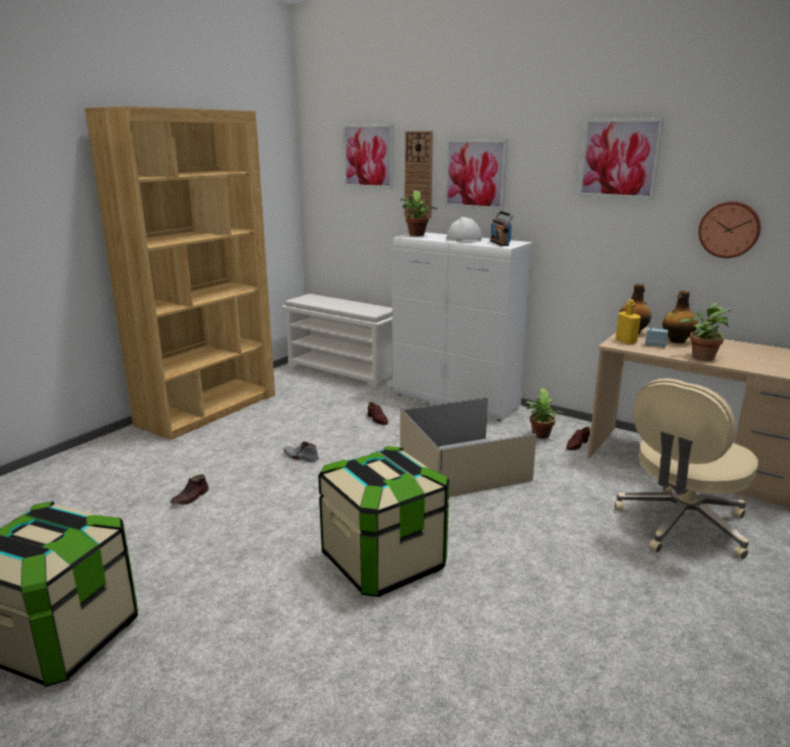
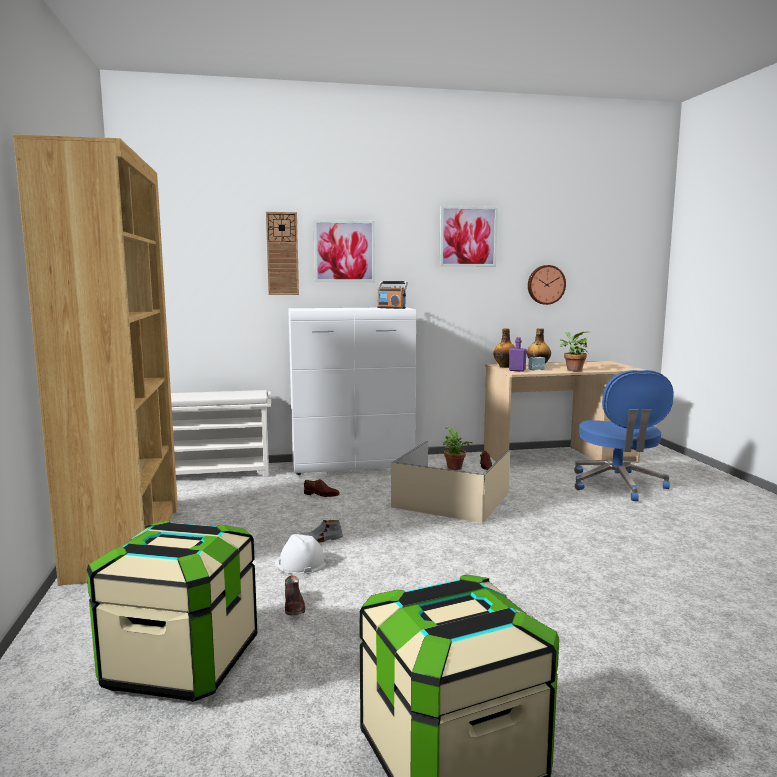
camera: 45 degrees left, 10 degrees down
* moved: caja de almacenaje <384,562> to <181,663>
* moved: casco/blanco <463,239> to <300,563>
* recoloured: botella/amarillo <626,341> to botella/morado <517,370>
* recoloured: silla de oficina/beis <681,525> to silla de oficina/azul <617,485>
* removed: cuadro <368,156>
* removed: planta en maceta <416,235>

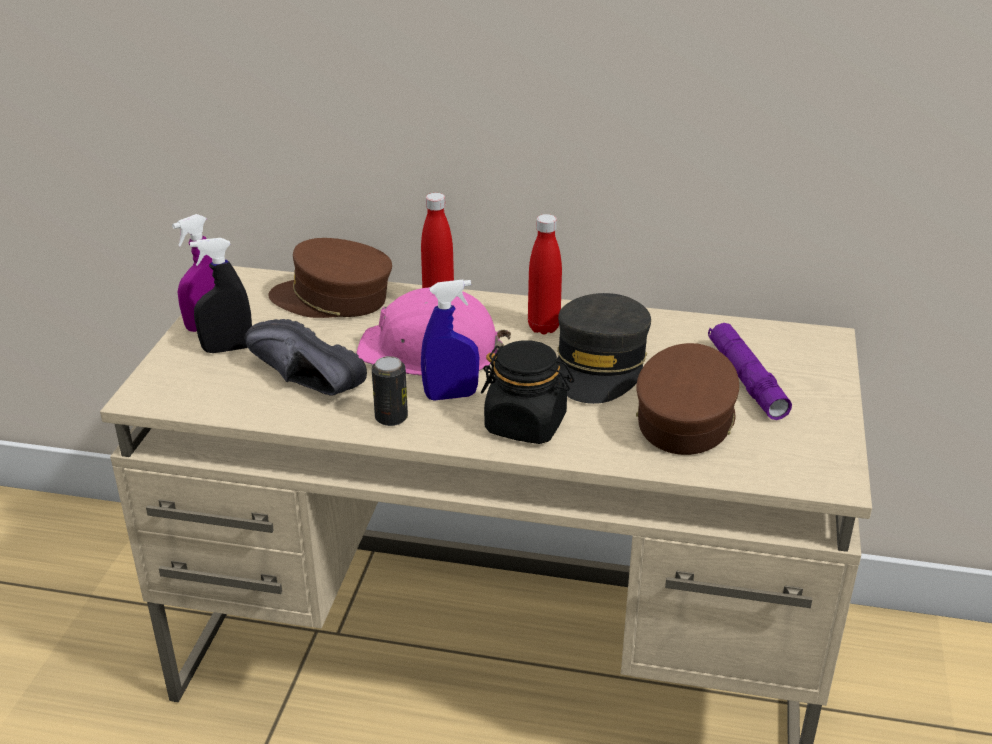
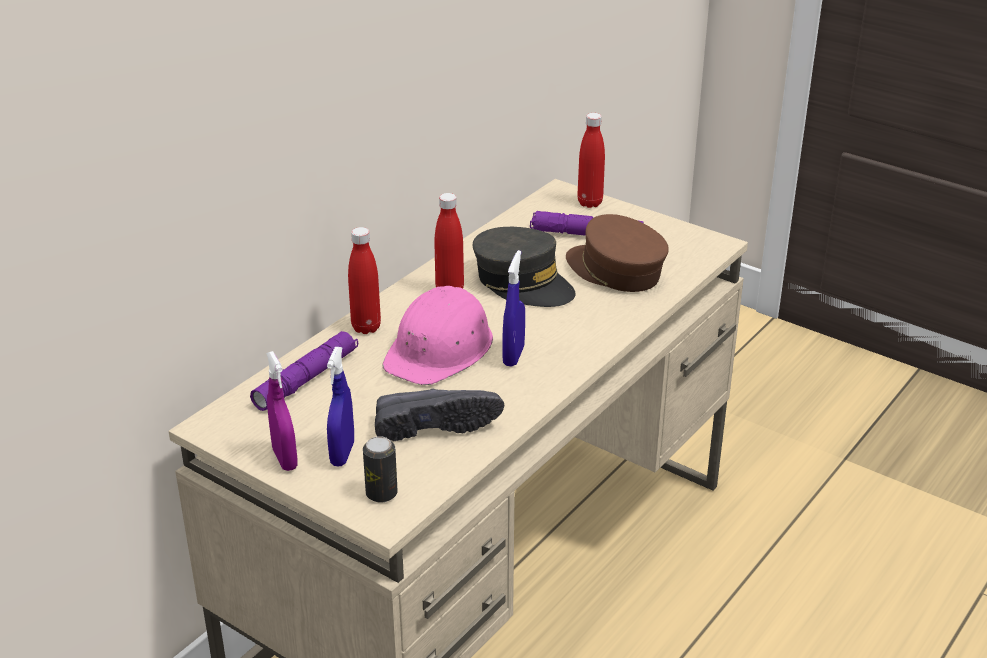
camera: 65 degrees left, 0 degrees up
* replaced: gorra/marrón <333,299> to linterna/morado <306,379>
* recoloured: pulverizador/negro <227,349> to pulverizador/azul <342,454>
* moved: lata <391,418> to <381,493>
* turned: zapato/negro <300,382> = <435,424> 150 degrees counterclockwise
* added: botella/rojo <590,203>
* removed: tarro/negro <526,424>

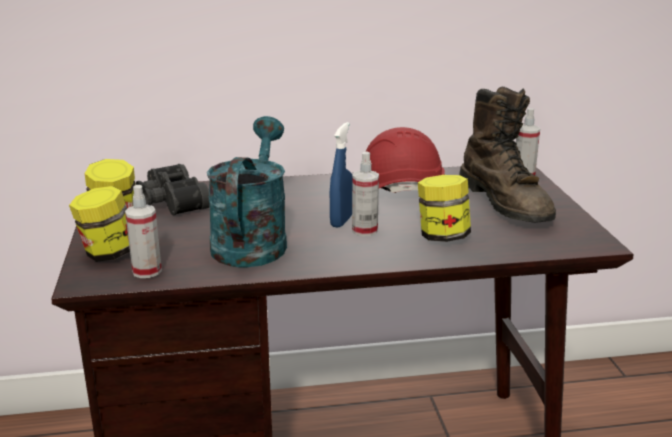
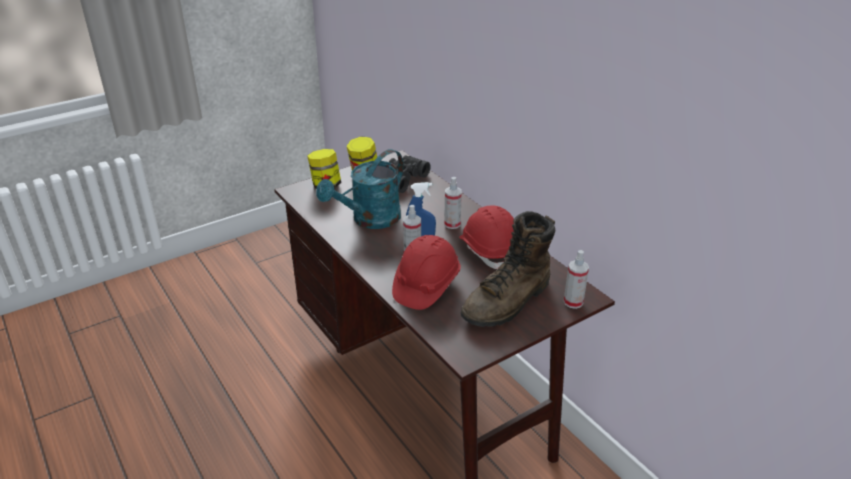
camera: 65 degrees right, 10 degrees up
* turned: regadera/turquesa <252,241> = <370,220> 150 degrees clockwise
* replaced: tarro <442,236> to casco/rojo <426,285>
* moved: pulverizador <147,271> to <452,224>

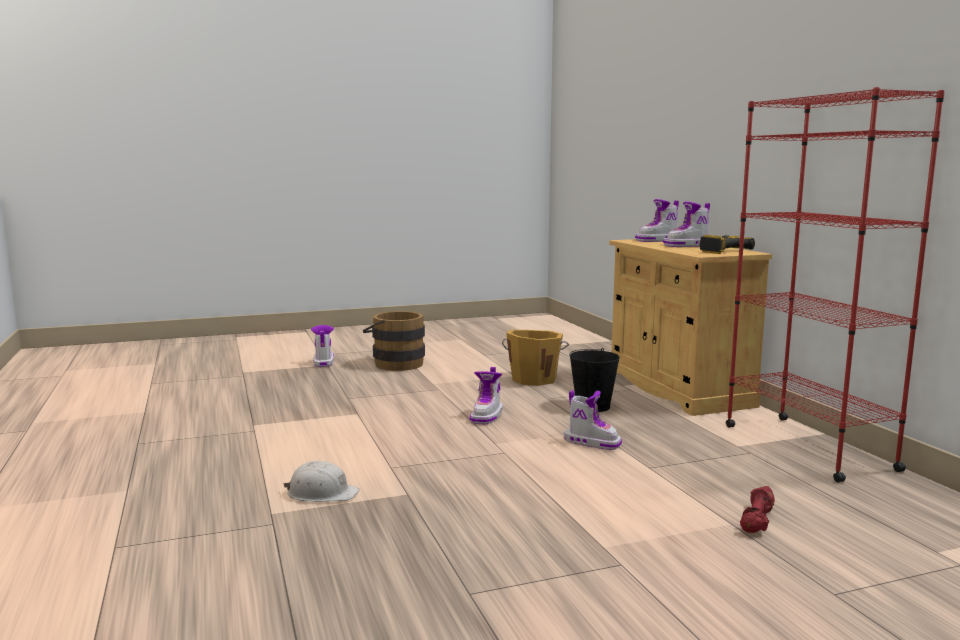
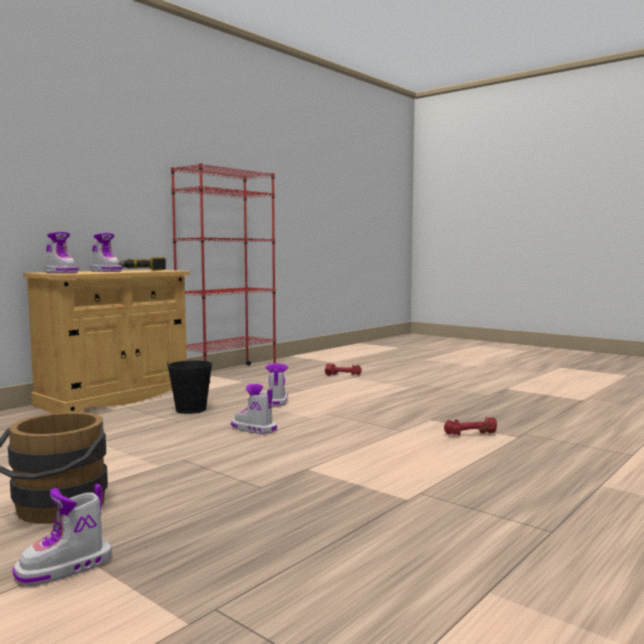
camera: 120 degrees left, 5 degrees down
* turned: bota <487,416> = <253,429> 135 degrees counterclockwise
* replaced: casco/blanco <322,493> to mancuerna/rojo <470,435>
* removed: cubo/naranja <534,379>

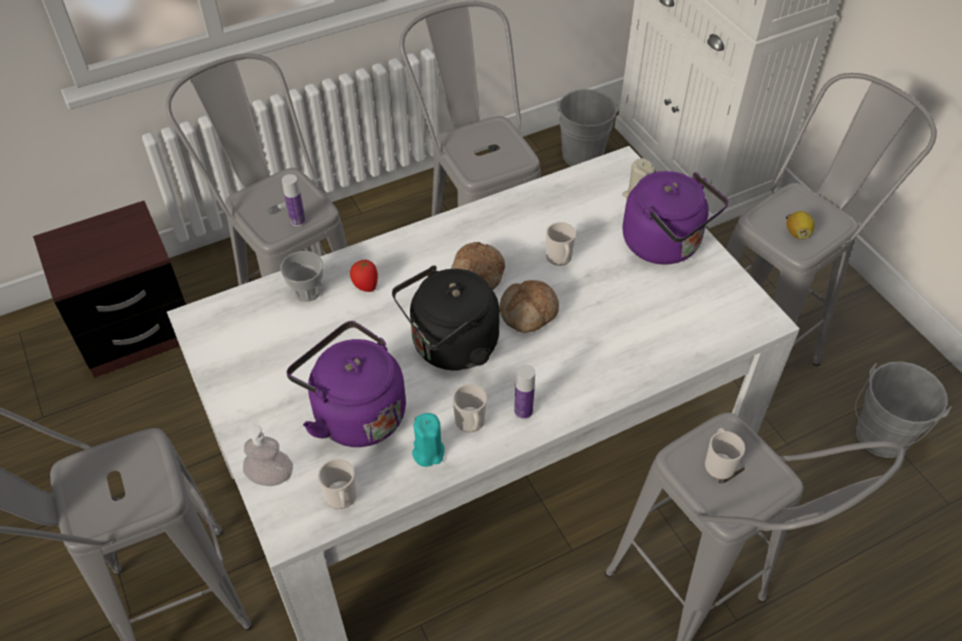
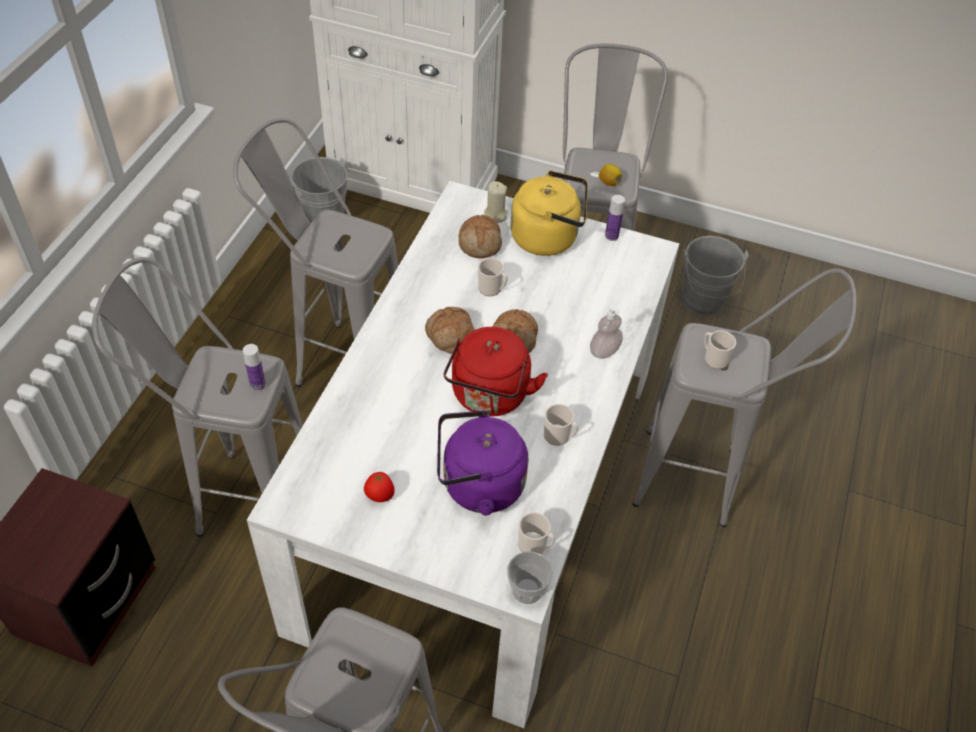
camera: 45 degrees left, 0 degrees up
* moved: tomate <365,286> to <379,497>
* recoloured: hervidor/negro <450,347> to hervidor/rojo <489,397>
* added: pan <480,243>
* moved: taza <307,291> to <527,590>
* recoloured: hervidor/morado <665,245> to hervidor/amarillo <548,237>
* moved: dispensador de jabón <271,476> to <604,351>
* moved: botella <523,411> to <611,236>
* removed: vela/turquesa <428,452>

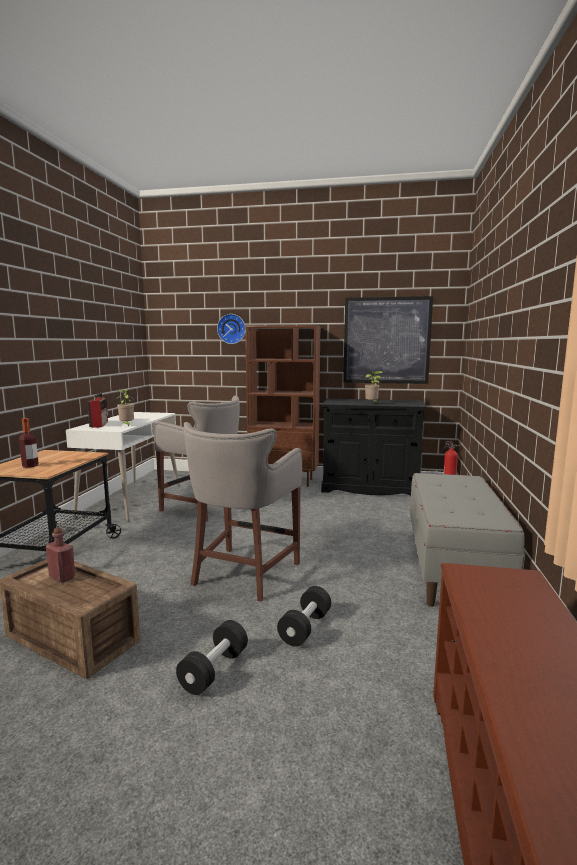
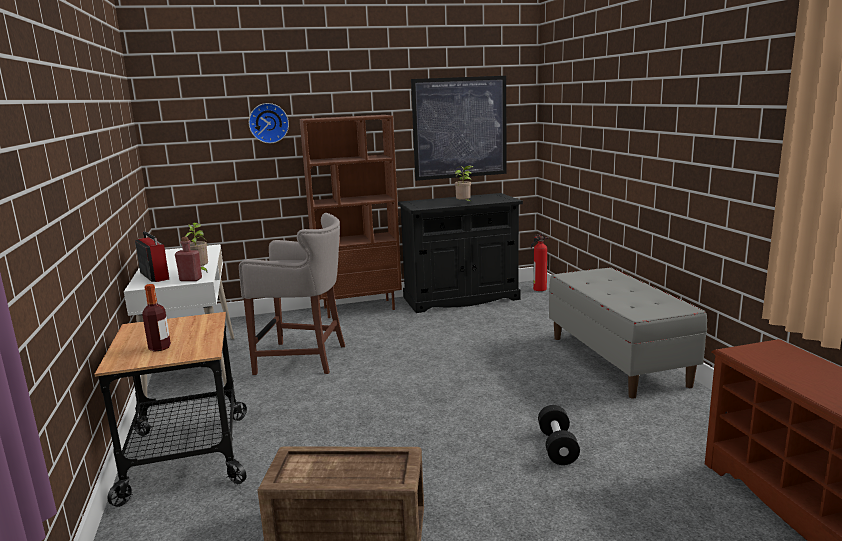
camera: 25 degrees left, 5 degrees up
* moved: botella/rojo <62,577> to <190,279>
* removed: mancuerna/negro <214,670>
* removed: taburete/gris <243,574>

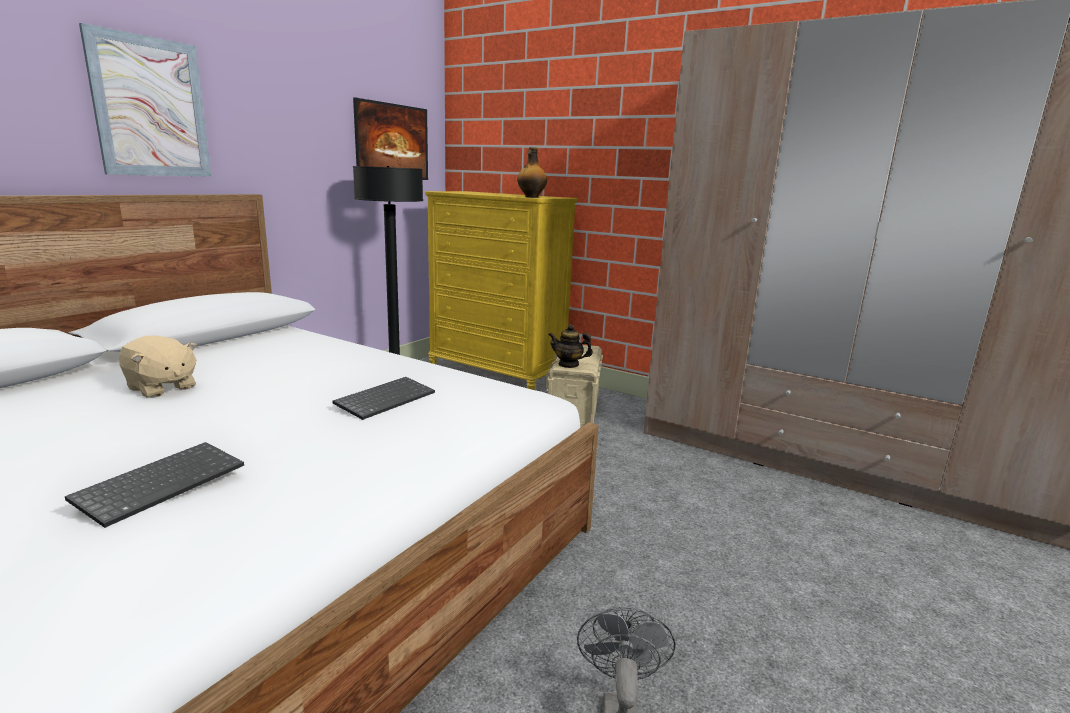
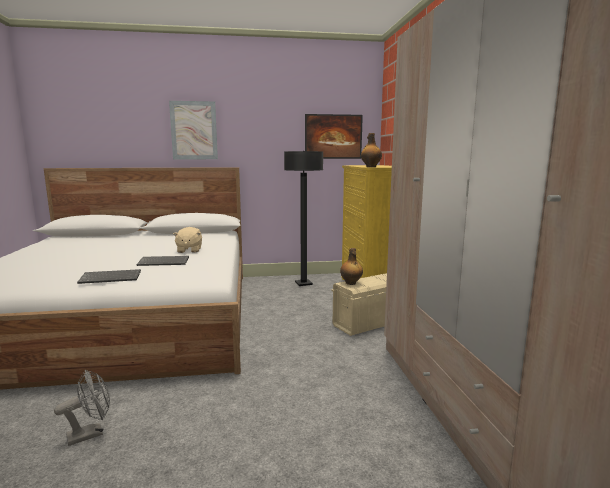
camera: 50 degrees right, 5 degrees down
* moved: teclado <162,483> to <111,278>
* moved: peluche/beis <161,388> to <189,250>
* replaced: tetera <568,364> to botella <351,283>

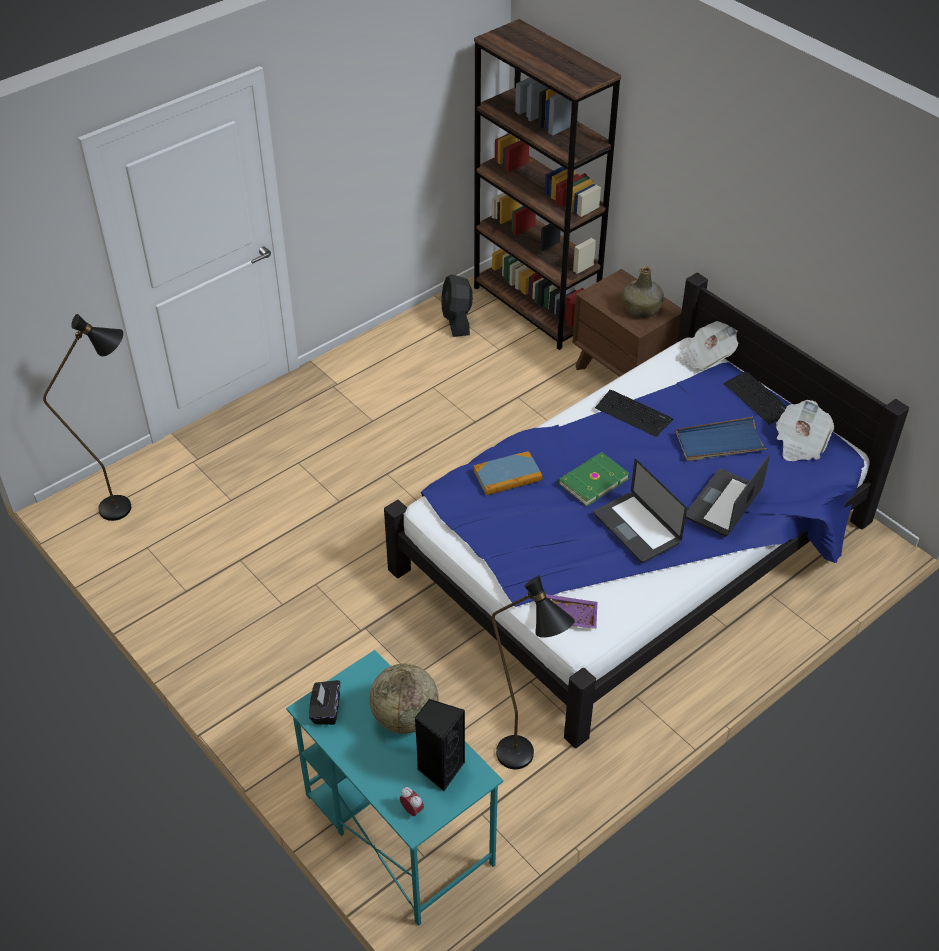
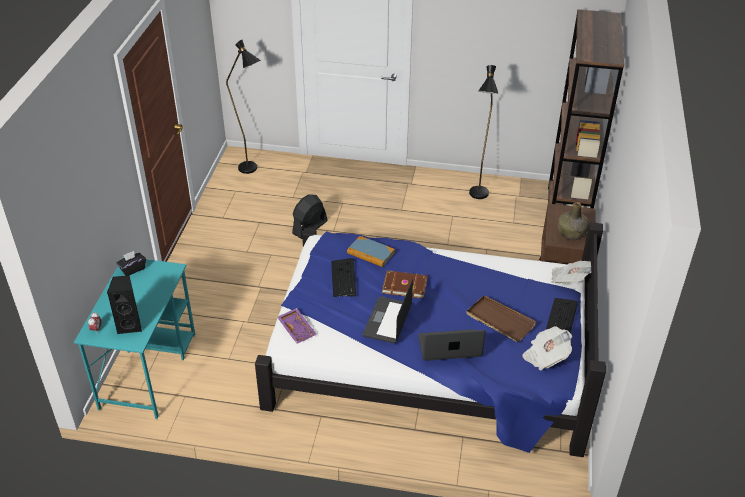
camera: 50 degrees right, 5 degrees down
* moved: ventilador/negro <457,320> to <309,227>
* moved: teclado <633,414> to <344,278>
* recoloured: libro/verde <592,480> to libro/marrón <404,285>
* recoloured: bandeja/azul <720,442> to bandeja/marrón <499,320>
* moved: lámpara de pie/negro <524,762> to <478,197>
* removed: globo terráqueo <405,717>

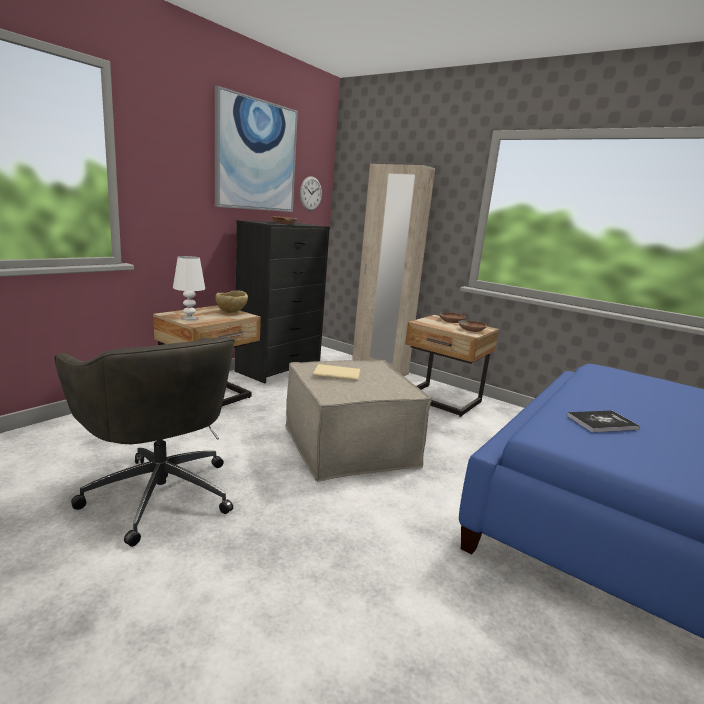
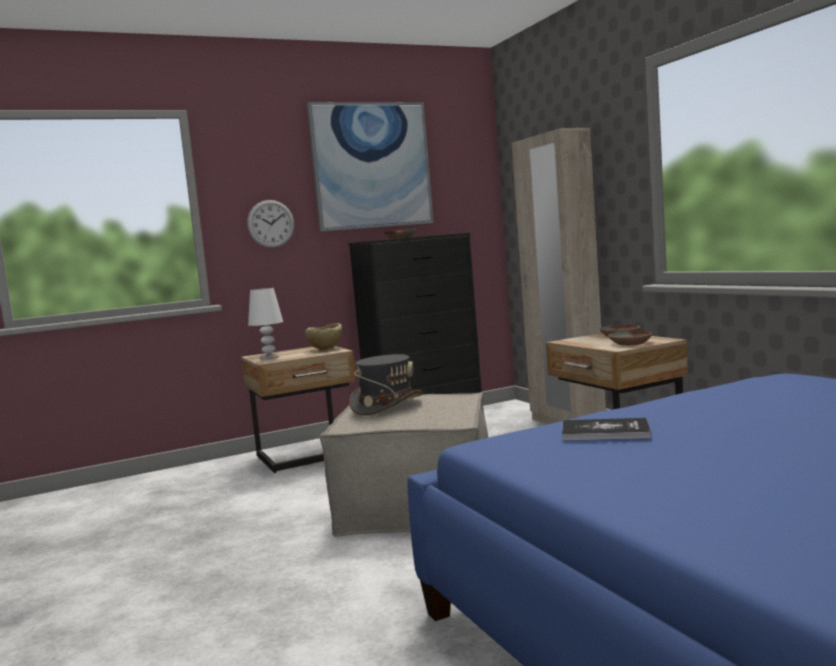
camera: 30 degrees right, 10 degrees down
* moved: reloj de pared <310,193> to <271,224>
* replaced: libro/beis <336,373> to sombrero/gris <386,405>
* removed: silla de oficina/gris <159,492>

